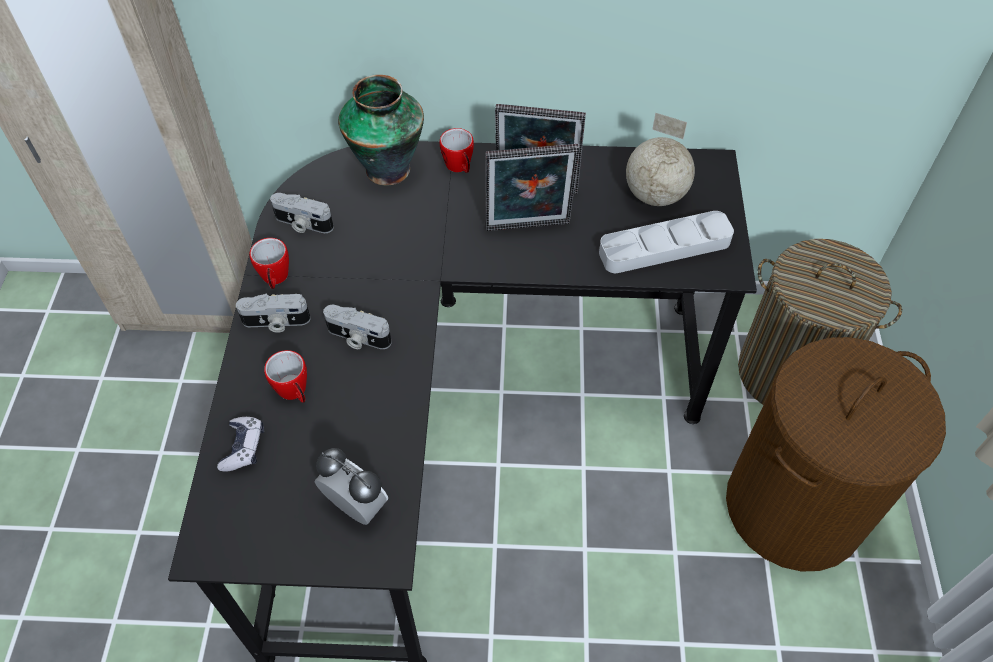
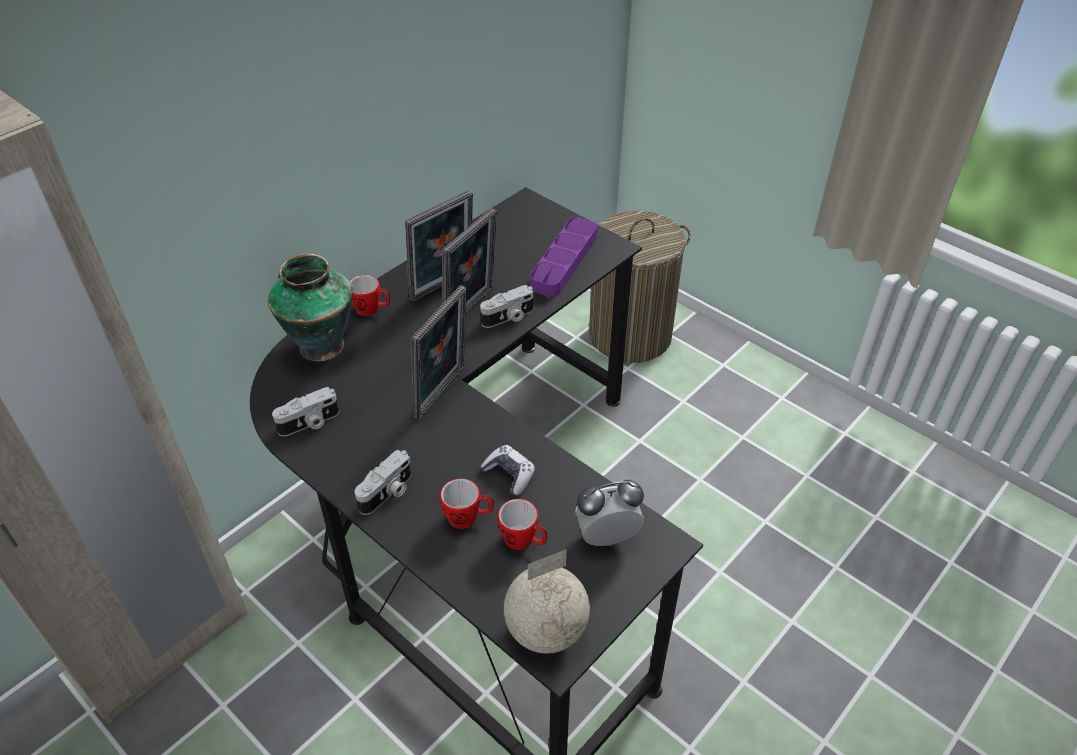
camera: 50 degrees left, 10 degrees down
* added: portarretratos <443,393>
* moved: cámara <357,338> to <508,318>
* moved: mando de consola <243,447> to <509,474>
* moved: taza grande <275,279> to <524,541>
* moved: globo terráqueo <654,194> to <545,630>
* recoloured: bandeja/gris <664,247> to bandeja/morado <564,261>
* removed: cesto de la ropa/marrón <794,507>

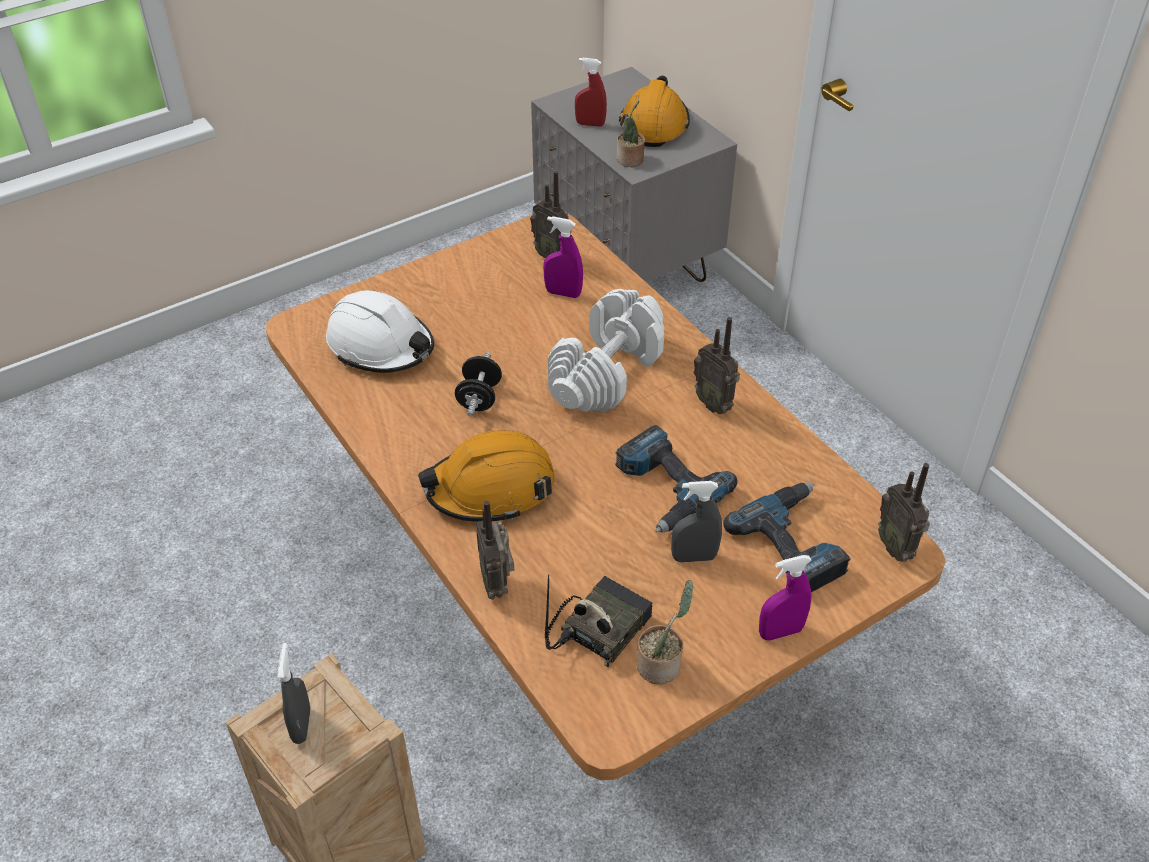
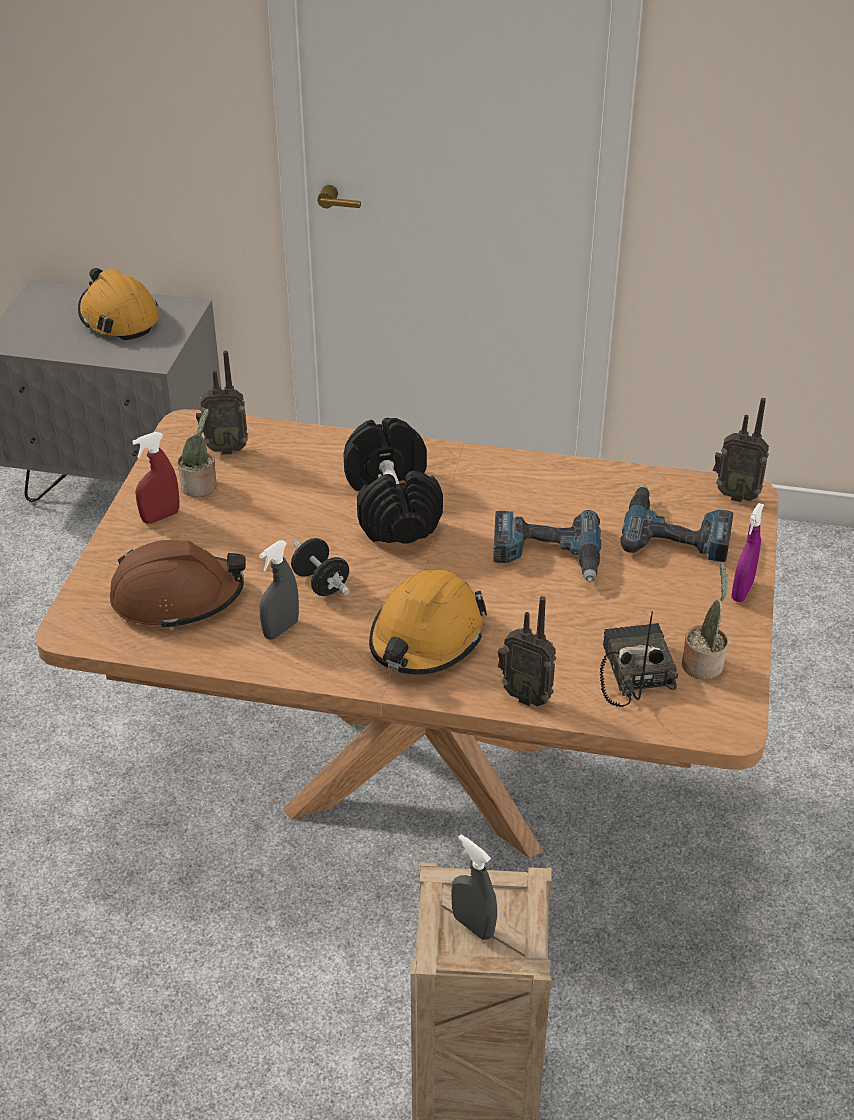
camera: 45 degrees left, 5 degrees down
* recoloured: casco/blanco <381,346> to casco/marrón <177,597>
* moved: pulverizador/rojo <590,124> to <160,517>
* moved: planta en maceta <630,160> to <201,487>
* moved: pulverizador/gris <694,557> to <281,629>
* recoloured: mancuerna/blanco <606,373> to mancuerna/negro <393,506>
* removed: pulverizador/morado <563,293>
* removed: radio <714,404>

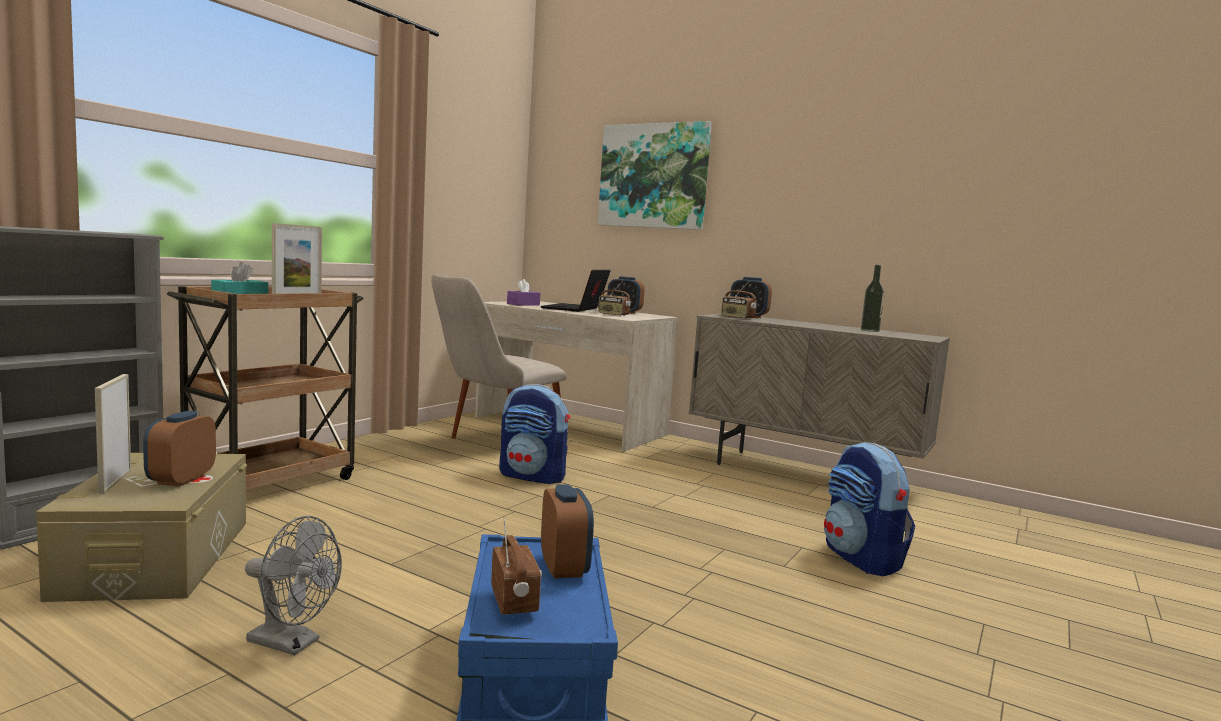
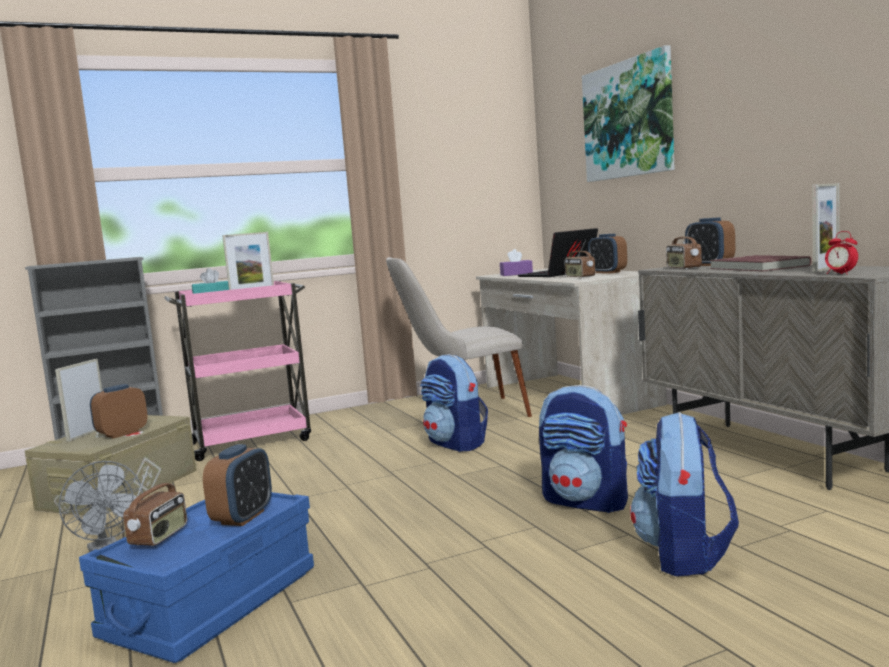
camera: 35 degrees right, 0 degrees up
* recoloured: carrito/marrón <271,483> to carrito/rosa <252,441>
* added: mochila <586,502>
* added: libro/rojo <757,267>
* replaced: botella <870,330> to portarretratos <826,269>
* added: despertador <840,274>

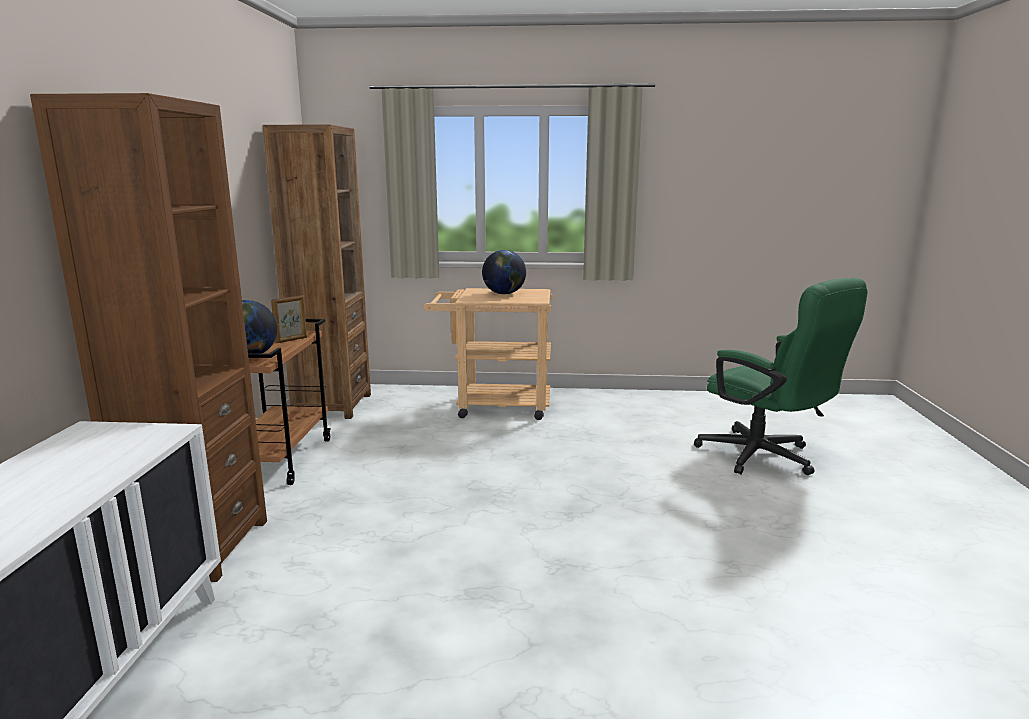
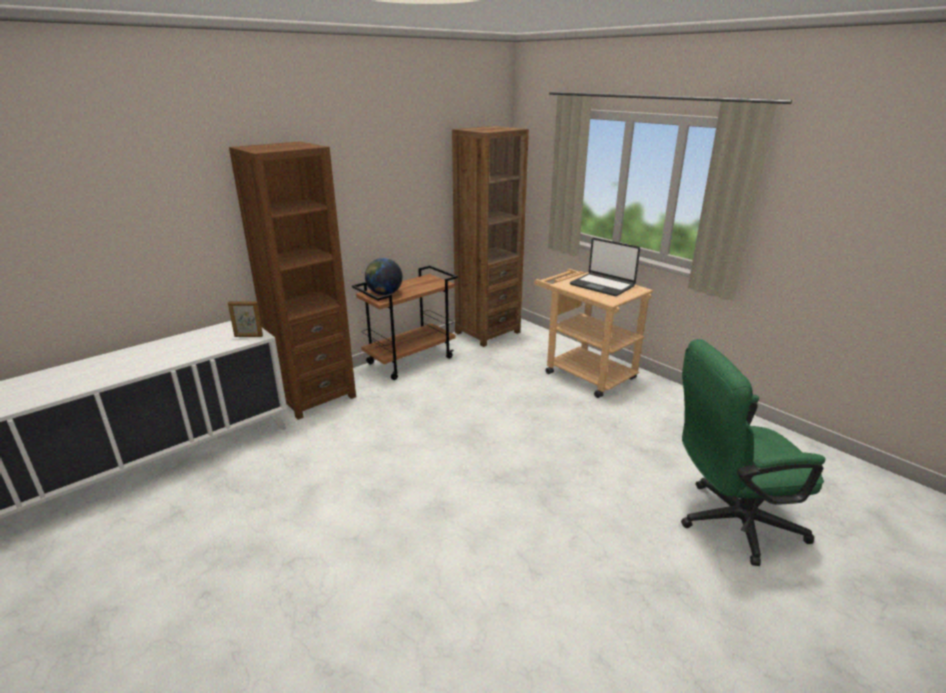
camera: 45 degrees right, 10 degrees up
* moved: portarretratos <291,340> to <248,336>
* replaced: globo terráqueo <504,294> to portátil <602,285>
* turned: silla de oficina/verde <766,458> = <729,522> 75 degrees clockwise

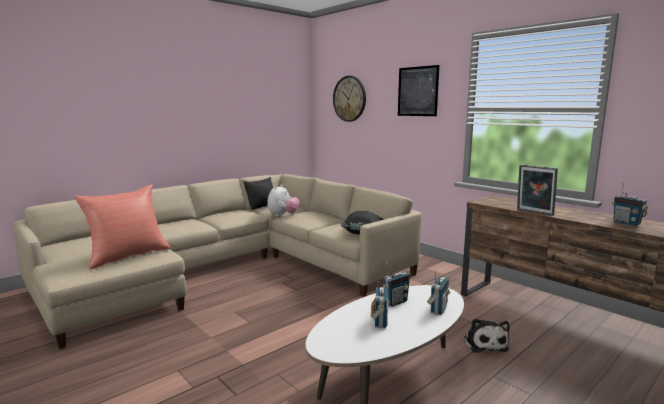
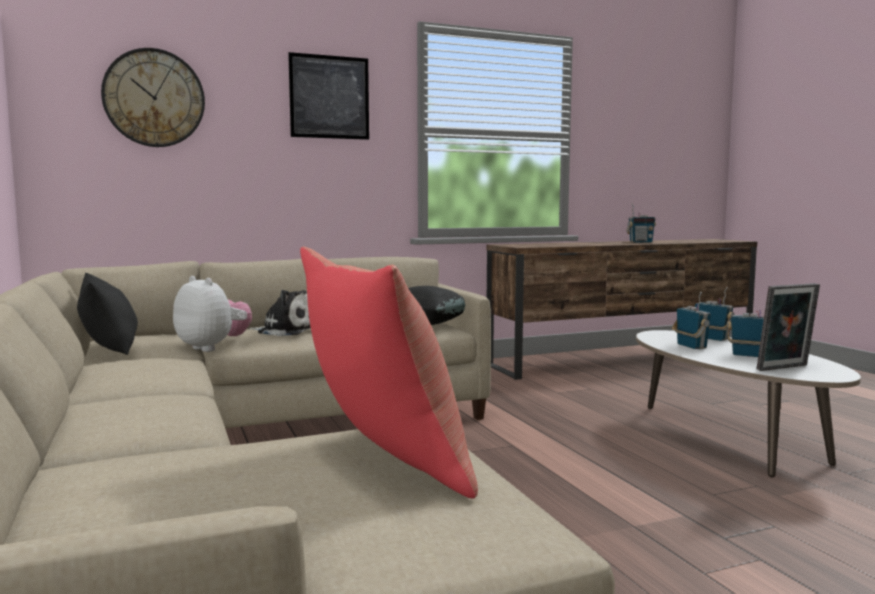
camera: 70 degrees left, 5 degrees down
* moved: peluche <484,343> to <285,331>
* moved: portarretratos <534,212> to <785,368>

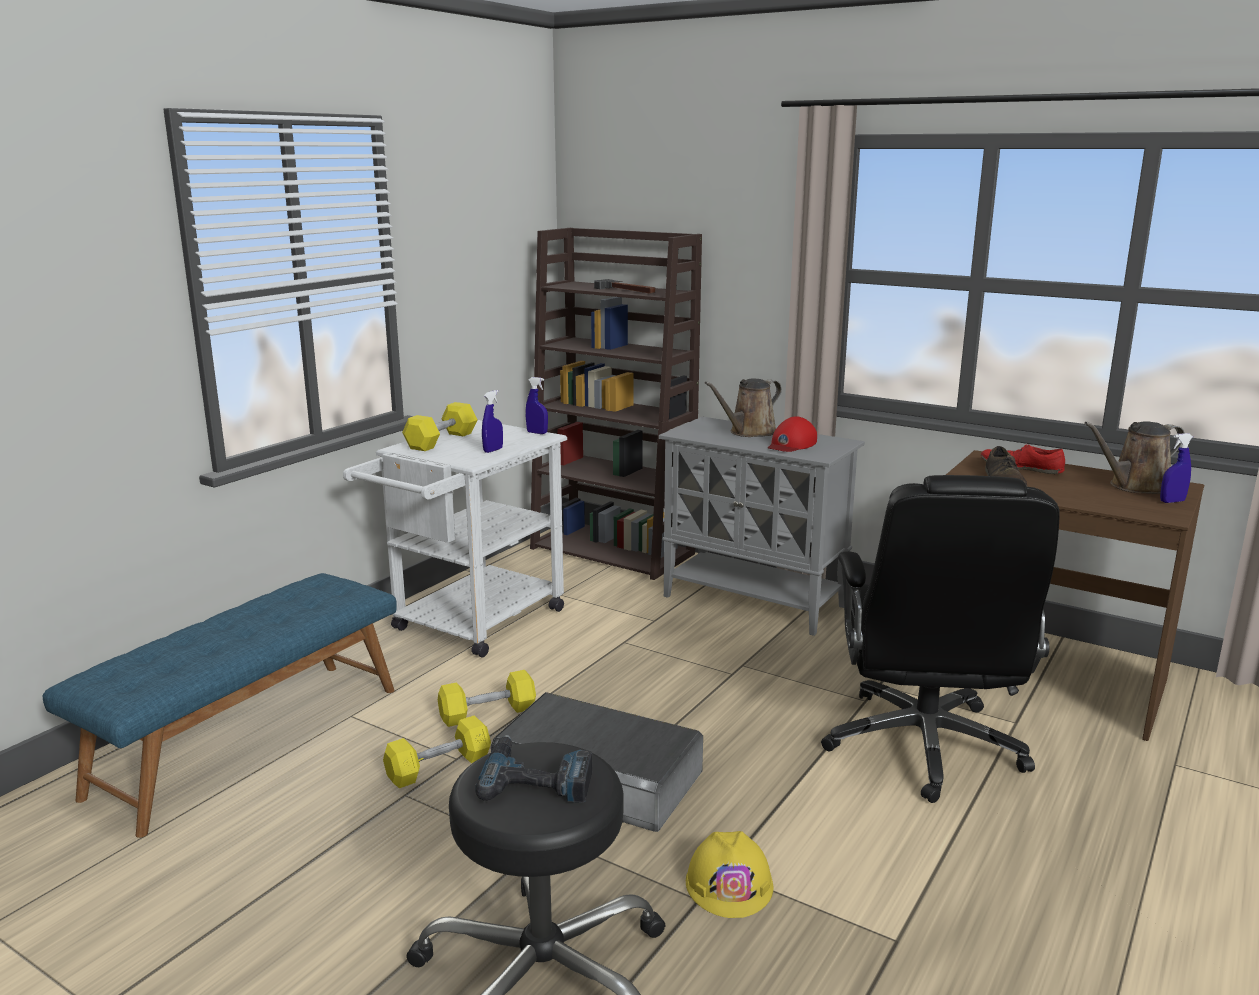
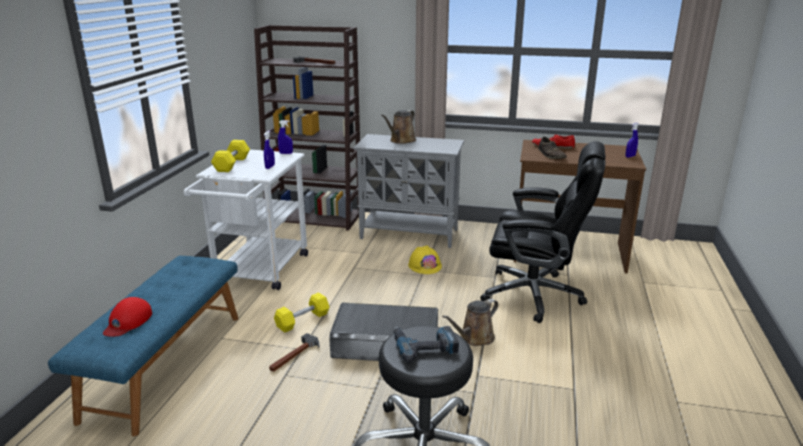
camera: 20 degrees left, 5 degrees up
* moved: gorra/rojo <791,444> to <128,321>
* replaced: mancuerna/amarillo <438,767> to martillo <294,356>
* moved: casco/amarillo <729,884> to <425,265>
* moved: regadera/marrón <1135,487> to <474,338>
* turned: silla de oficina/negro <924,747> = <534,295> 60 degrees counterclockwise

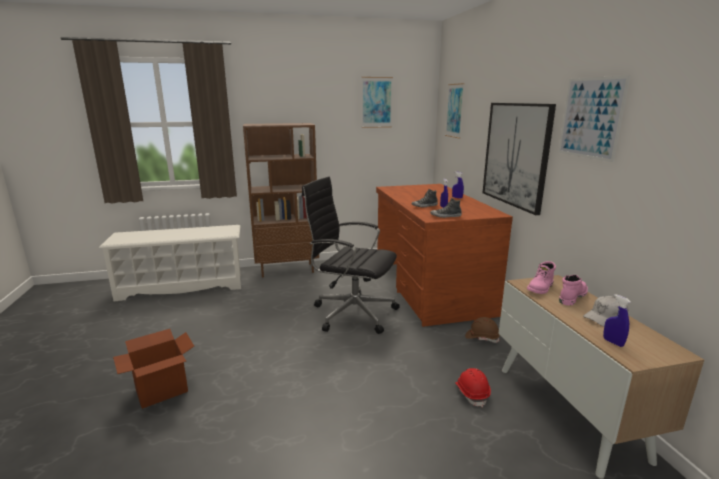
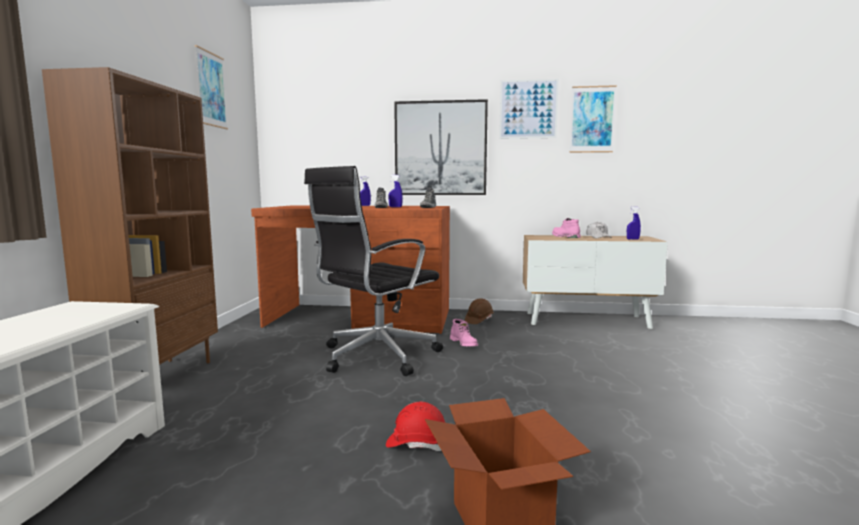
camera: 70 degrees left, 10 degrees down
* moved: casco/rojo <472,393> to <417,443>
* moved: bota/rosa <541,288> to <464,343>
* moved: cuadro <454,110> to <592,119>

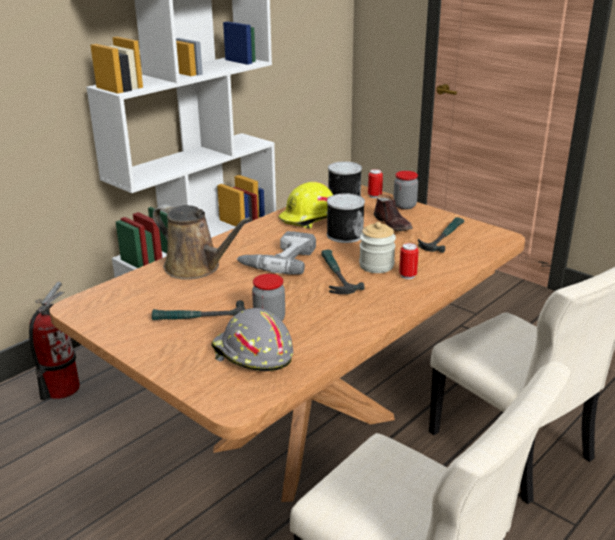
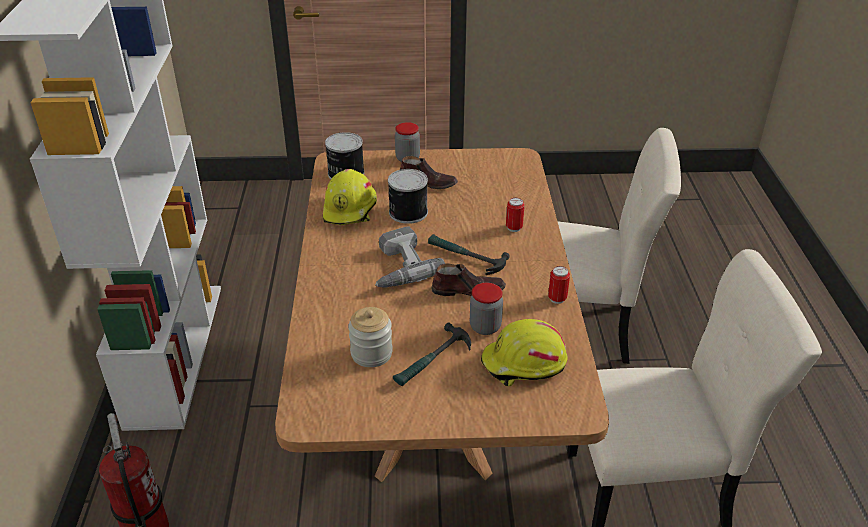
camera: 45 degrees left, 10 degrees up
* moved: tarro <376,265> to <371,353>
* added: zapato/marrón <468,290>
* recoloured: casco/gris <252,355> to casco/amarillo <523,364>
* moved: lata <374,196> to <557,299>
* removed: regadera/marrón <196,268>
* removed: martillo <443,238>

